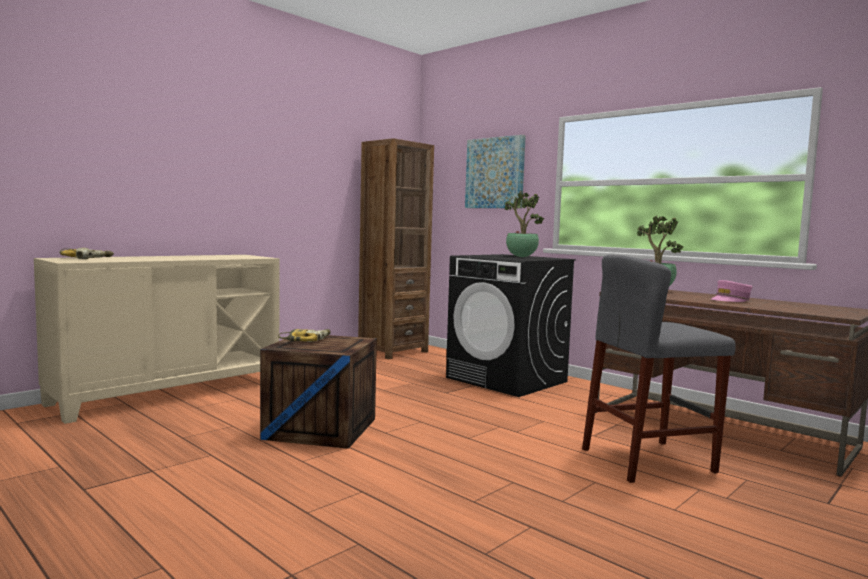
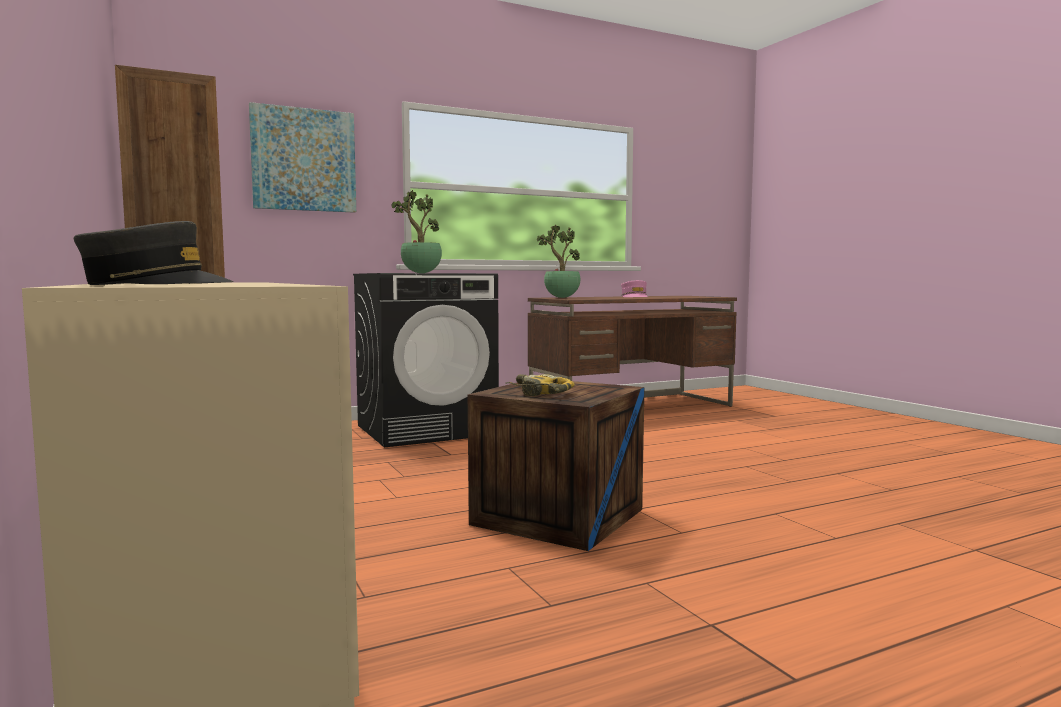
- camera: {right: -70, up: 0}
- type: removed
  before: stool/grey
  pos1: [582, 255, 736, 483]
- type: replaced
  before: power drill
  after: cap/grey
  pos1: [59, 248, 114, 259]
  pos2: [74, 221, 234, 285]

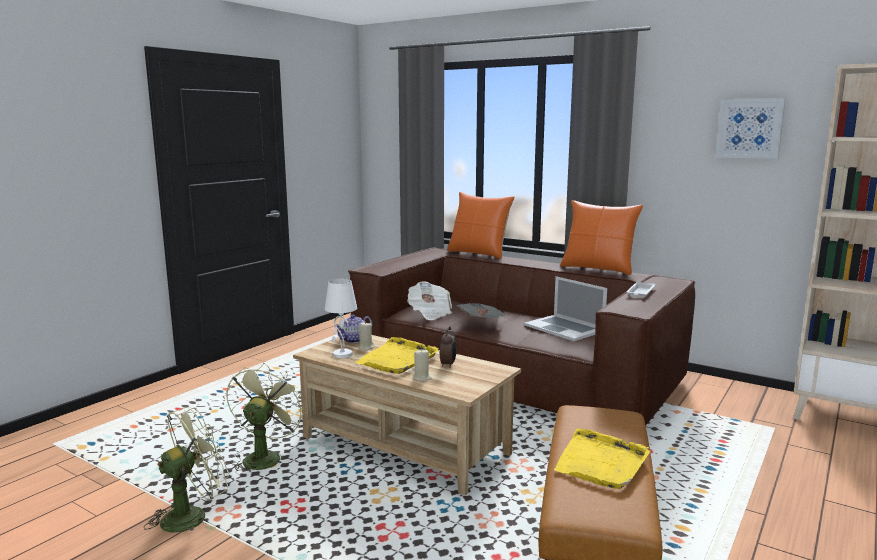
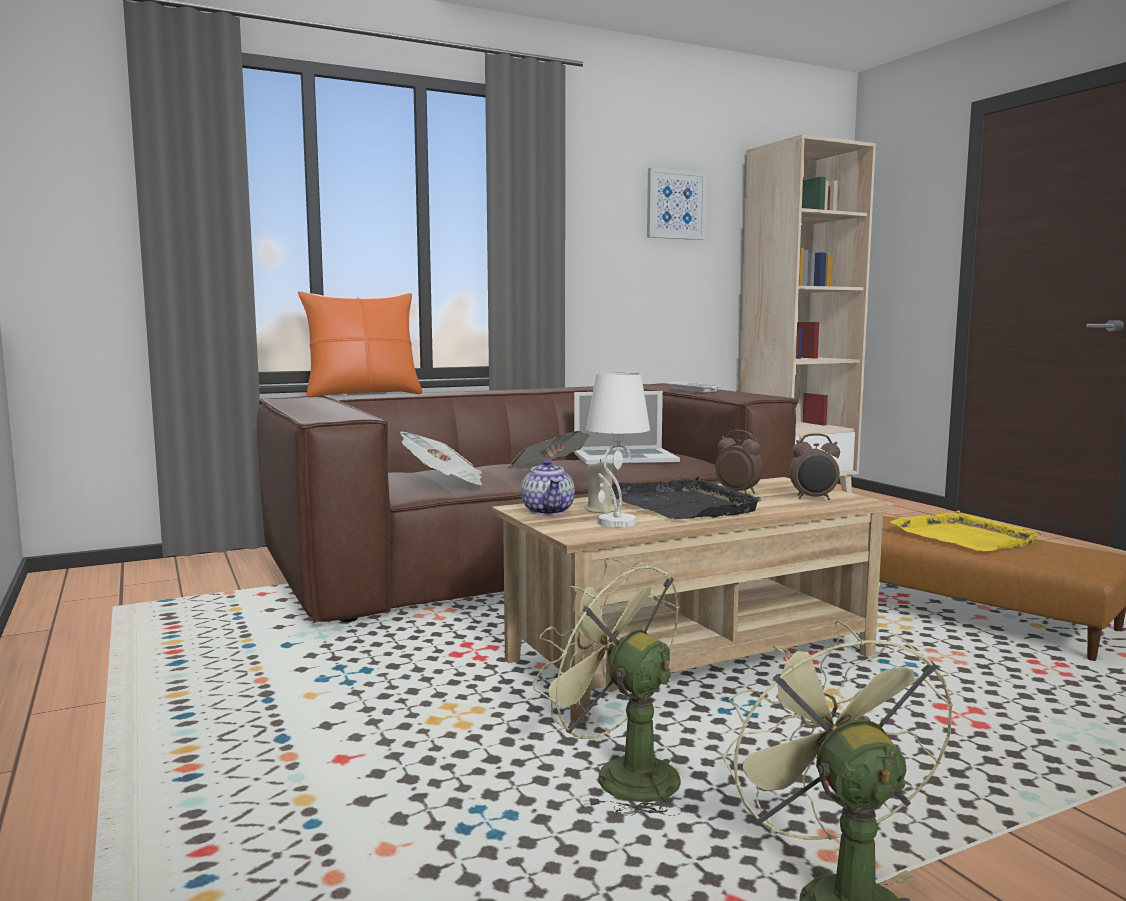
- camera: {right: -60, up: -5}
- type: removed
  before: candle/beige
  pos1: [413, 349, 432, 381]
- type: removed
  before: pillow/orange
  pos1: [560, 200, 643, 275]
- type: added
  after: alarm clock
  pos2: [789, 434, 840, 500]
- type: recoloured
  before: tray/yellow
  after: tray/black
  pos1: [355, 337, 439, 374]
  pos2: [612, 477, 761, 519]

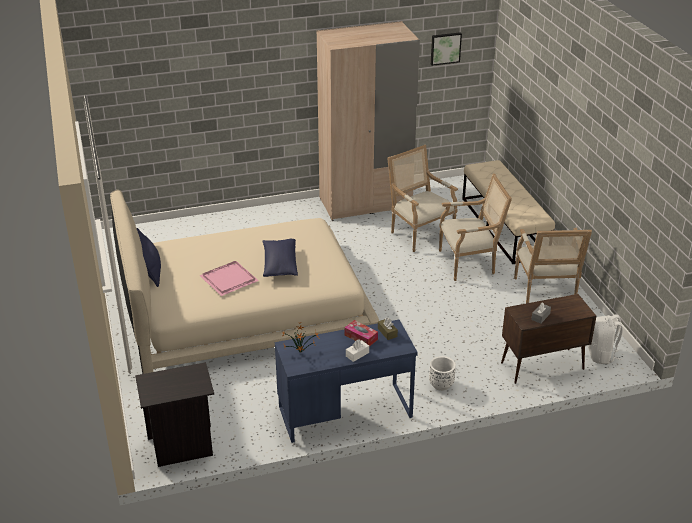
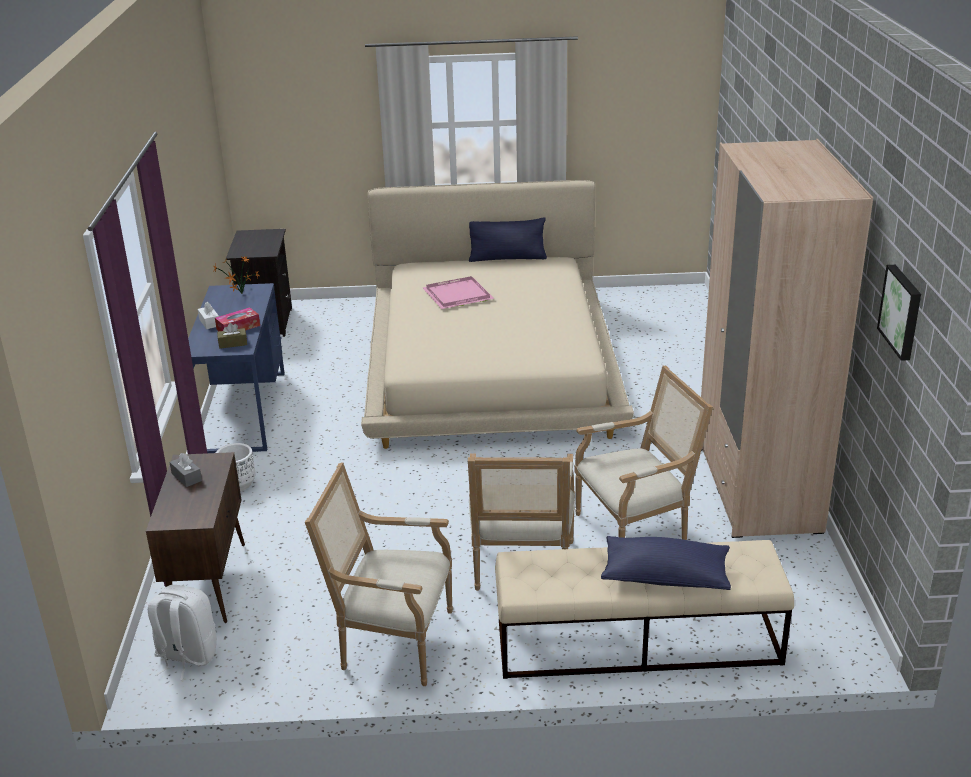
- camera: {right: 105, up: -5}
- type: moved
  before: pillow/blue
  pos1: [263, 239, 298, 277]
  pos2: [601, 536, 731, 590]

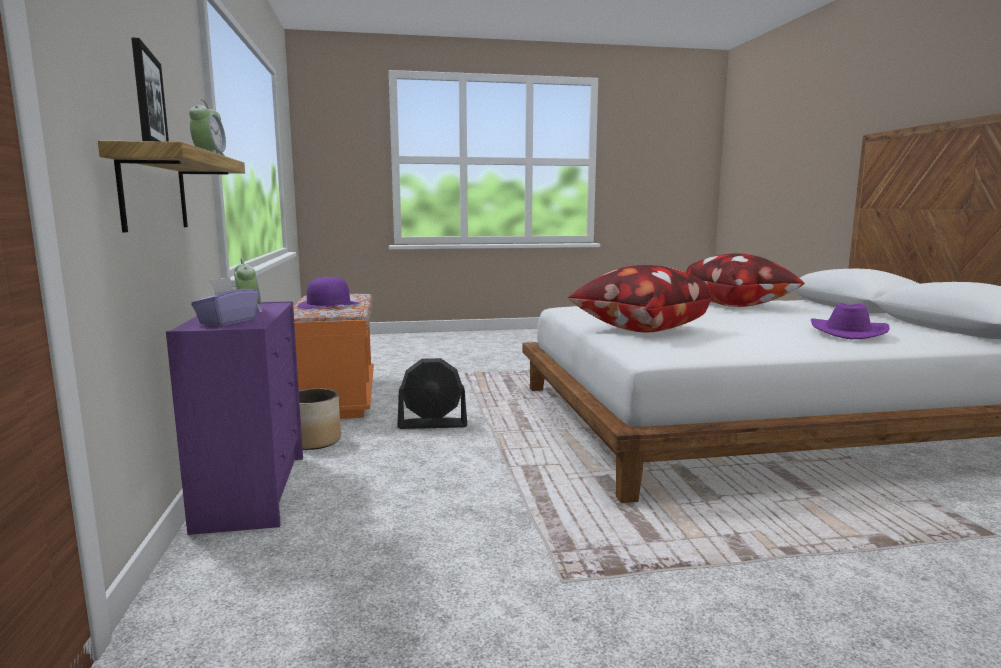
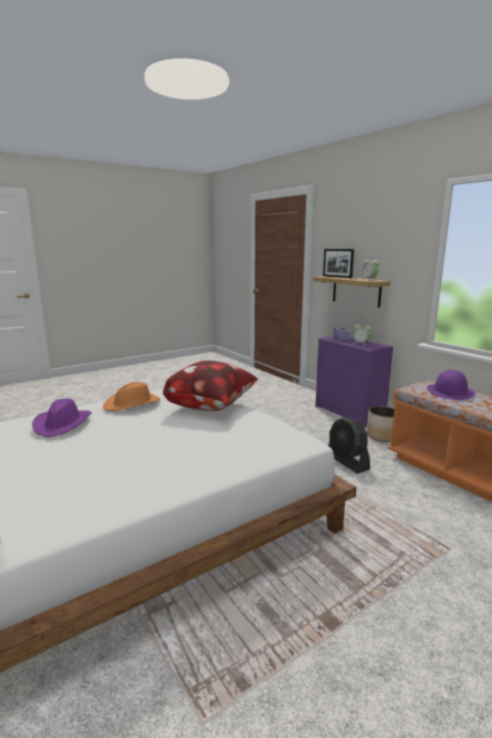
- camera: {right: 155, up: 5}
- type: removed
  before: pillow
  pos1: [686, 253, 804, 307]
- type: added
  after: hat/orange
  pos2: [103, 382, 160, 411]
- type: turned
  before: fan/black
  pos1: [397, 358, 467, 429]
  pos2: [328, 417, 370, 474]
  turn: -90

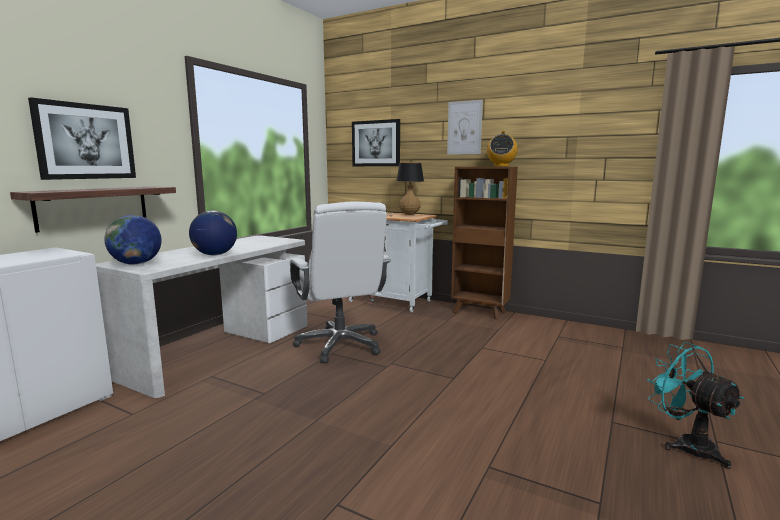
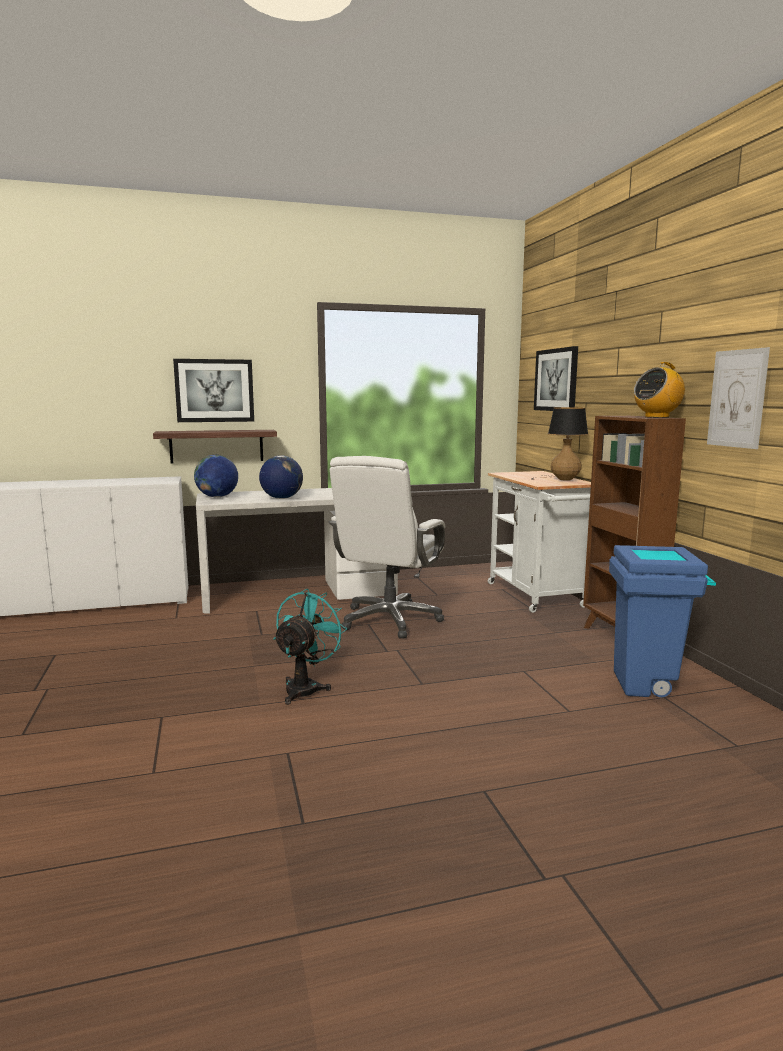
- camera: {right: 45, up: 0}
- type: added
  after: trash can/blue
  pos2: [609, 545, 716, 697]
- type: moved
  before: picture
  pos1: [447, 100, 483, 155]
  pos2: [707, 347, 770, 449]
- type: moved
  before: fan/turquoise
  pos1: [647, 342, 744, 469]
  pos2: [273, 589, 347, 705]

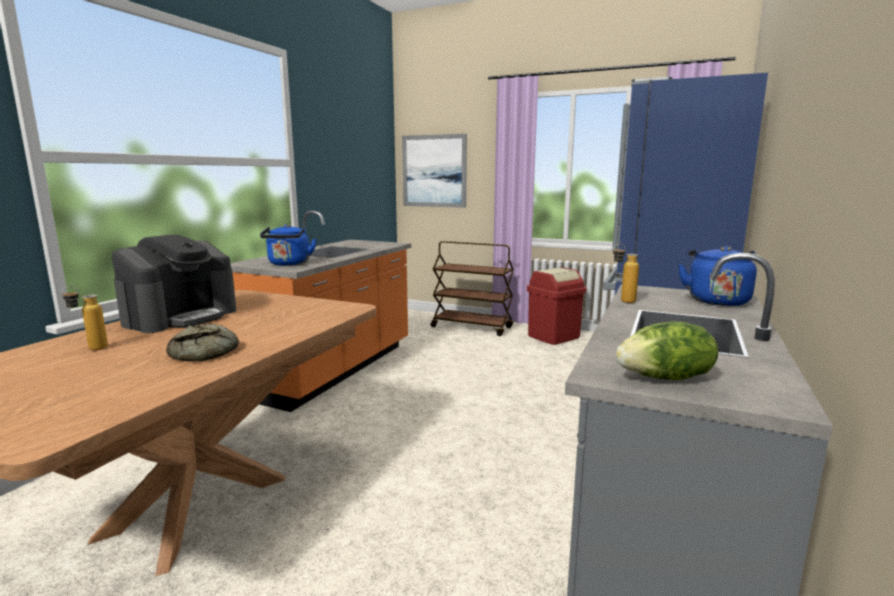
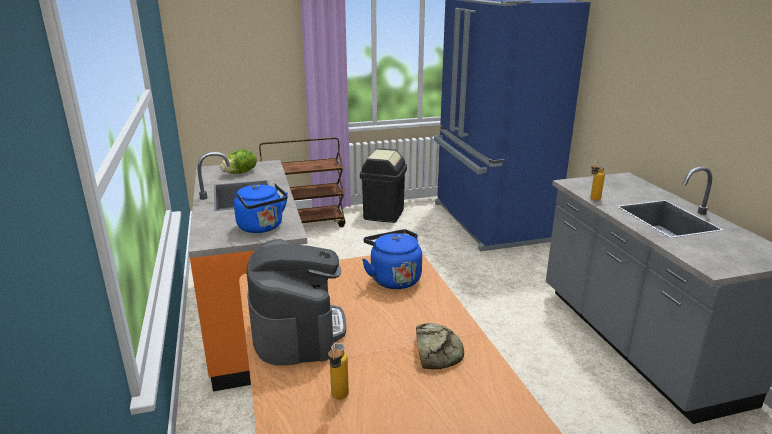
- camera: {right: -40, up: 10}
- type: removed
  before: picture
  pos1: [402, 134, 467, 208]
- type: moved
  before: lettuce
  pos1: [616, 321, 718, 380]
  pos2: [220, 150, 257, 174]
- type: moved
  before: kettle/blue
  pos1: [678, 246, 757, 306]
  pos2: [362, 229, 422, 289]
- type: recoloured
  before: trash can/red
  after: trash can/black
  pos1: [527, 267, 586, 345]
  pos2: [360, 148, 407, 223]

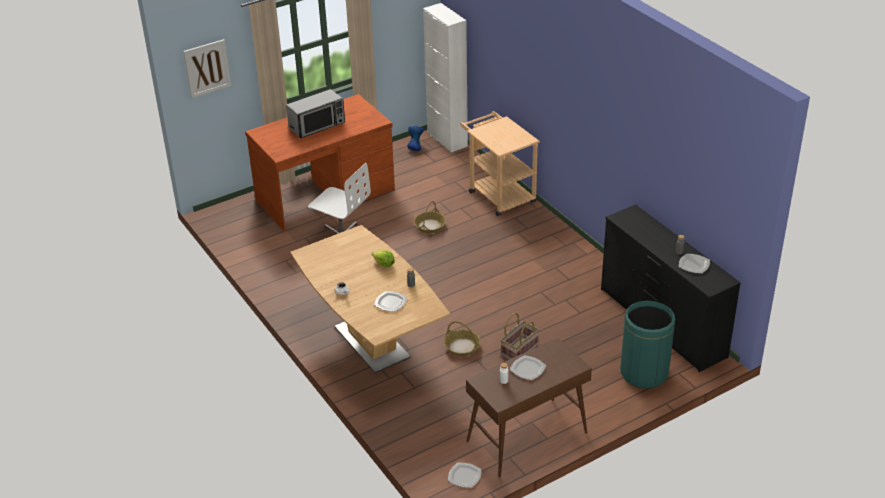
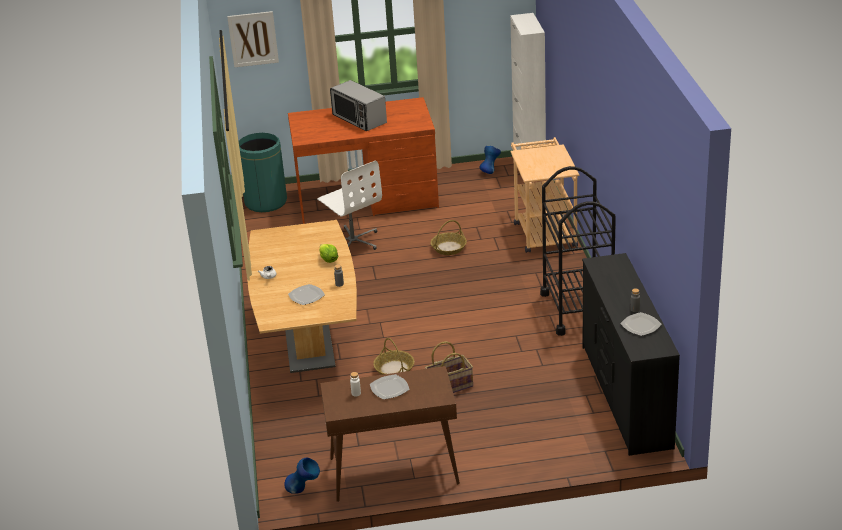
- camera: {right: 25, up: -5}
- type: added
  after: cart/black
  pos2: [540, 166, 616, 336]
- type: moved
  before: trash can/green
  pos1: [620, 301, 675, 389]
  pos2: [239, 133, 287, 212]
- type: replaced
  before: plate
  after: vase/blue
  pos1: [448, 462, 482, 488]
  pos2: [284, 458, 320, 494]
- type: turned
  before: microwave
  pos1: [286, 89, 345, 138]
  pos2: [330, 80, 387, 131]
  turn: 60

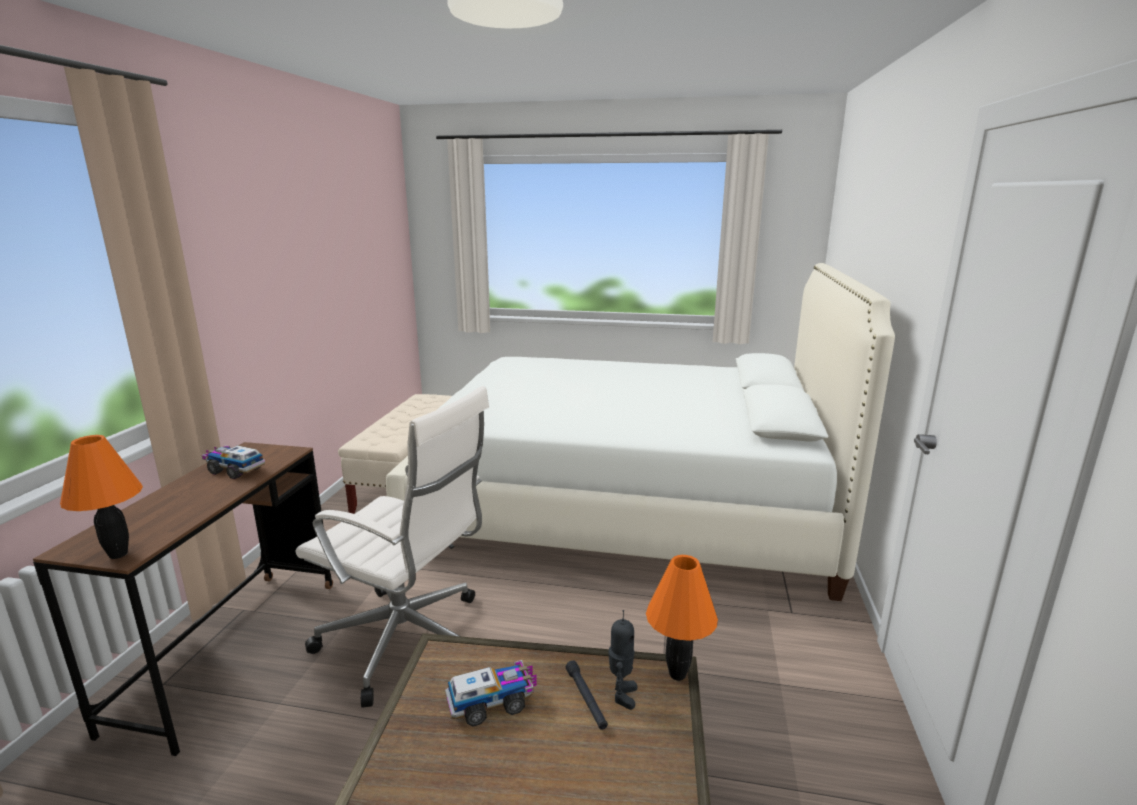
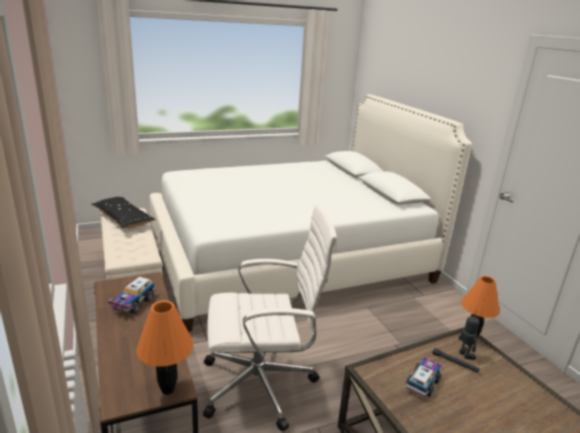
- camera: {right: -35, up: 5}
- type: added
  after: pillow/black
  pos2: [91, 197, 156, 228]
- type: turned
  before: toy truck
  pos1: [202, 445, 265, 479]
  pos2: [108, 277, 156, 314]
  turn: -60

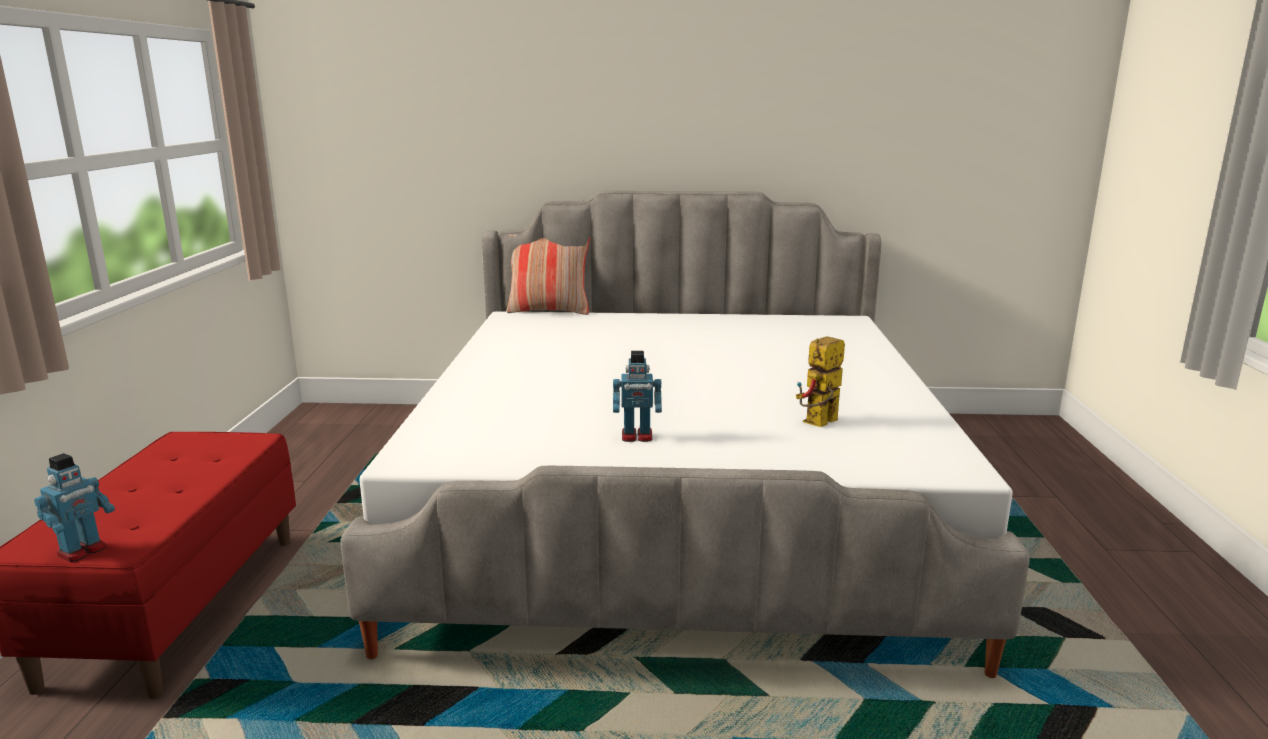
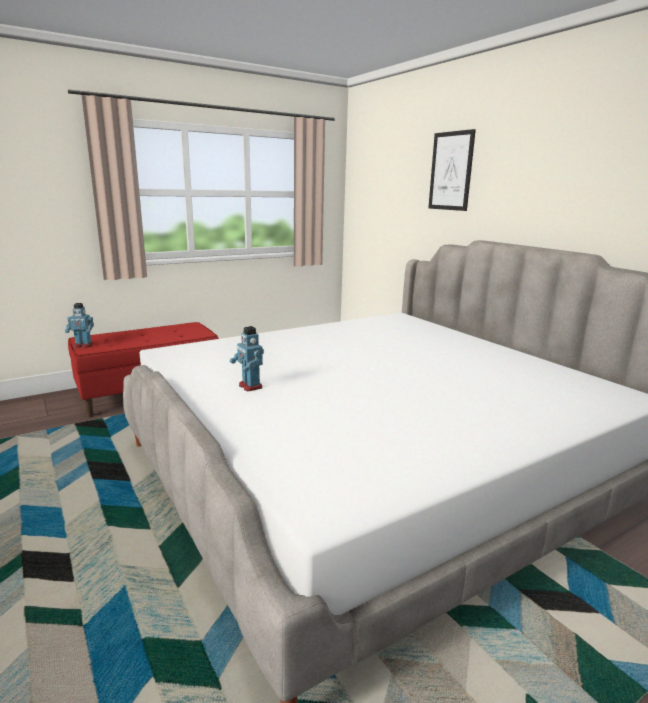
- camera: {right: 55, up: 0}
- type: removed
  before: pillow
  pos1: [506, 234, 590, 315]
- type: removed
  before: toy robot
  pos1: [796, 336, 845, 427]
- type: added
  after: picture
  pos2: [428, 129, 476, 211]

